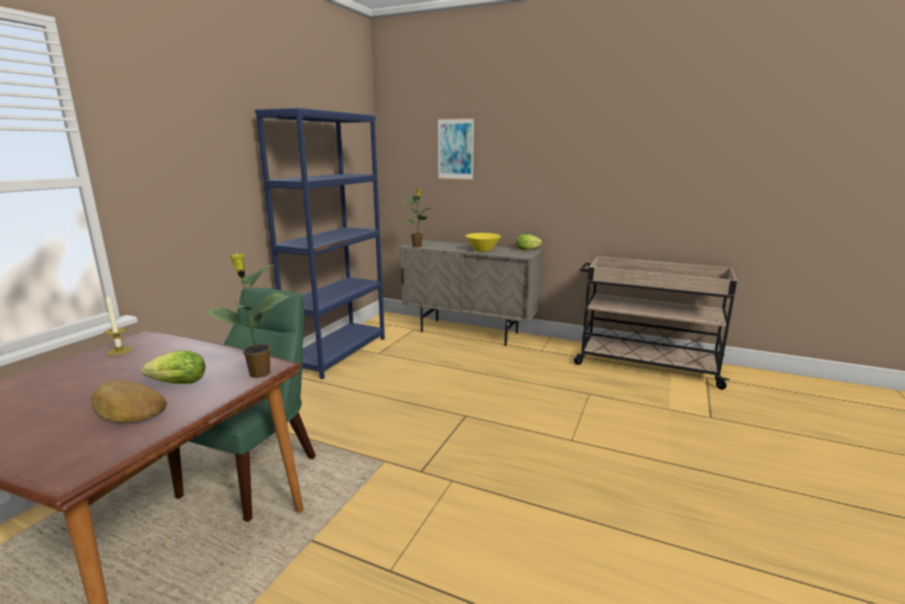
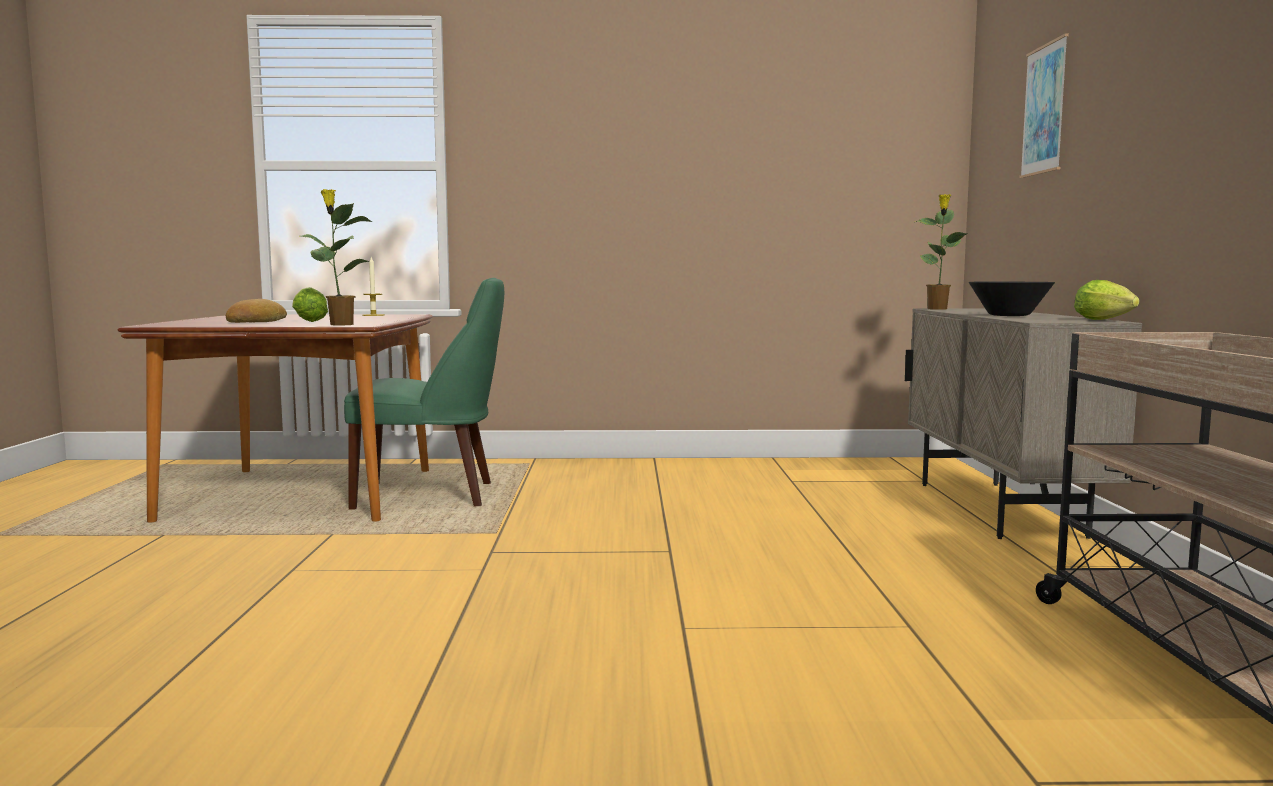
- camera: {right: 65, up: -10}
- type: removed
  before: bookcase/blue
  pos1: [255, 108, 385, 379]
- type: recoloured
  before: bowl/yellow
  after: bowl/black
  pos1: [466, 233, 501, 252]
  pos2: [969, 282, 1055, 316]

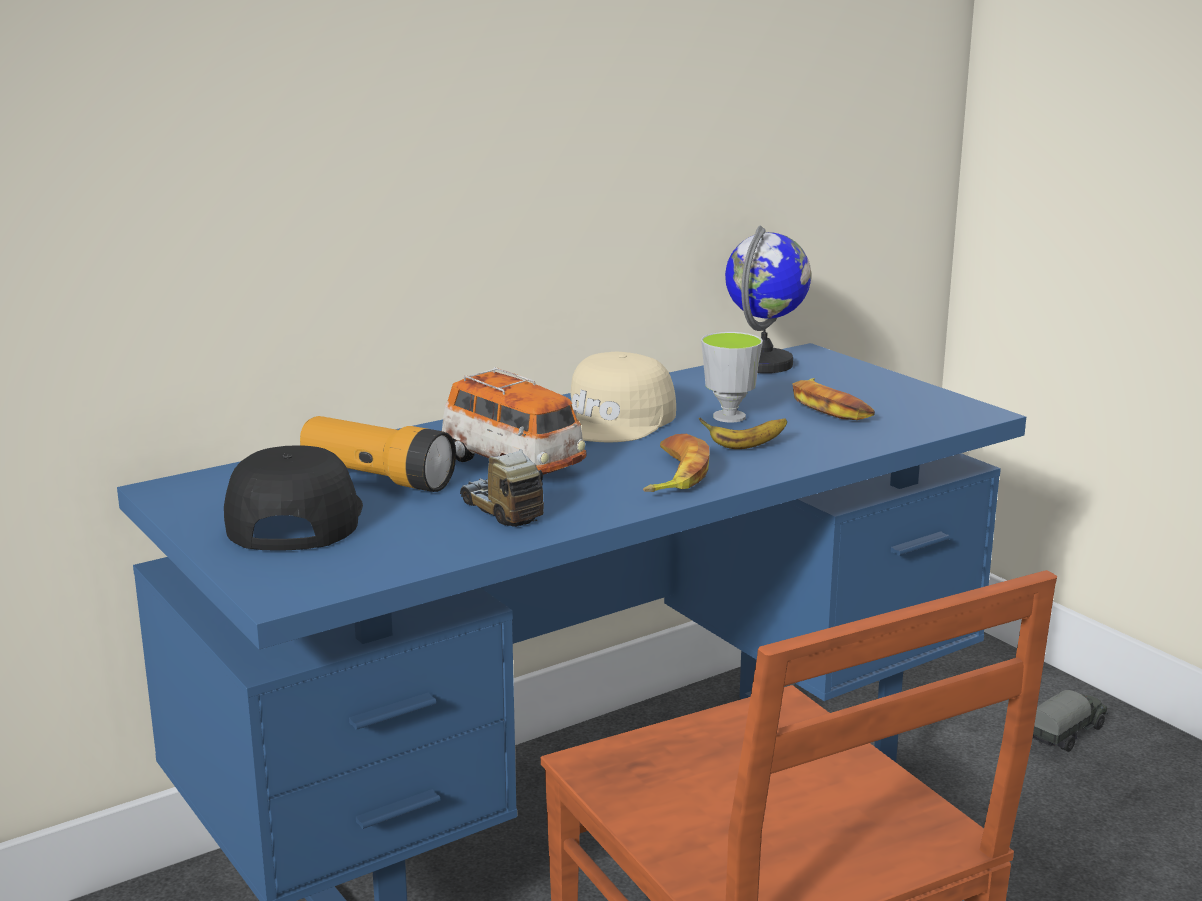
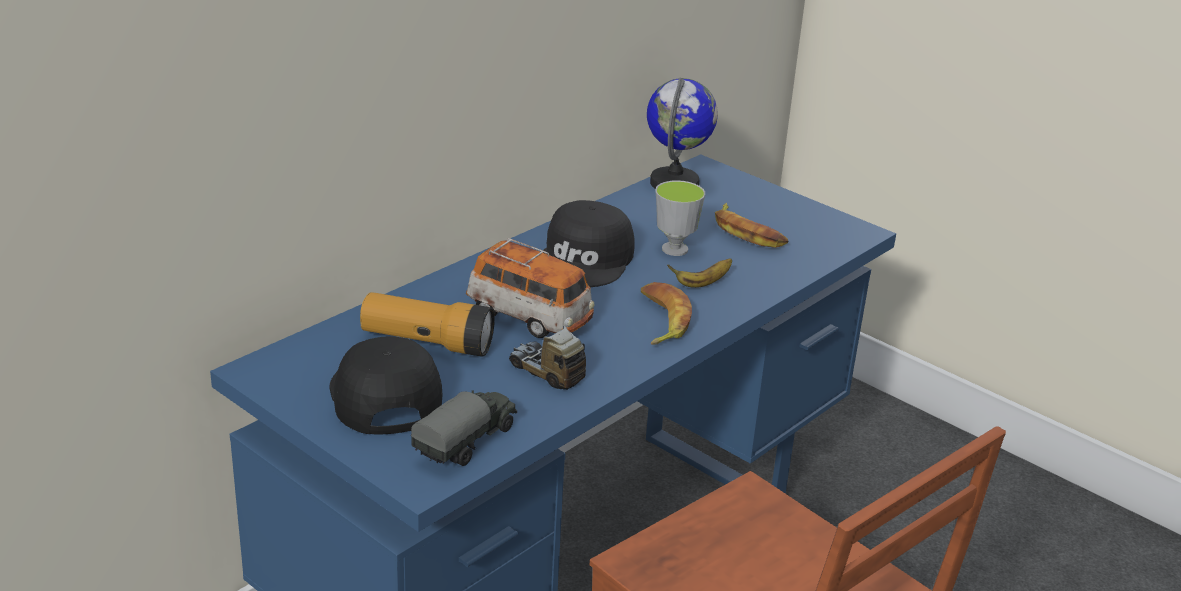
- camera: {right: -15, up: 10}
- type: moved
  before: toy truck
  pos1: [1033, 690, 1108, 752]
  pos2: [411, 390, 517, 466]
- type: recoloured
  before: cap/beige
  after: cap/black
  pos1: [570, 352, 676, 442]
  pos2: [543, 200, 635, 287]

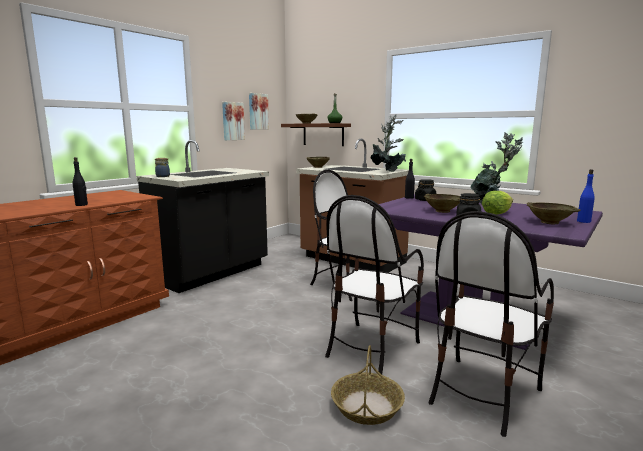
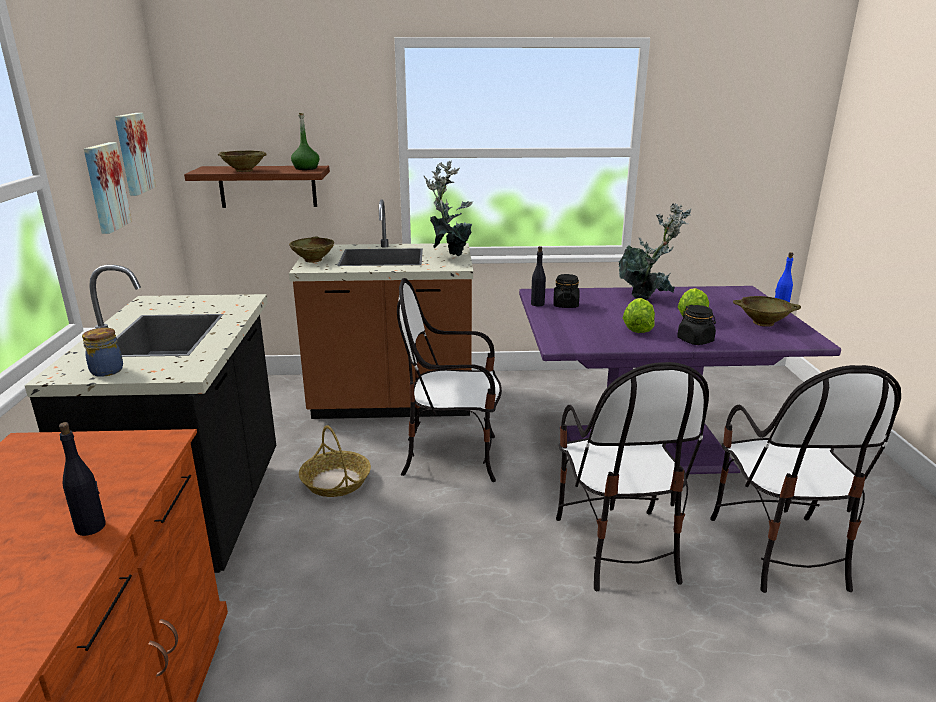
- camera: {right: -40, up: 10}
- type: moved
  before: basket
  pos1: [331, 345, 405, 425]
  pos2: [299, 425, 371, 497]
- type: replaced
  before: bowl/beige
  after: lettuce
  pos1: [424, 194, 460, 213]
  pos2: [623, 298, 655, 333]

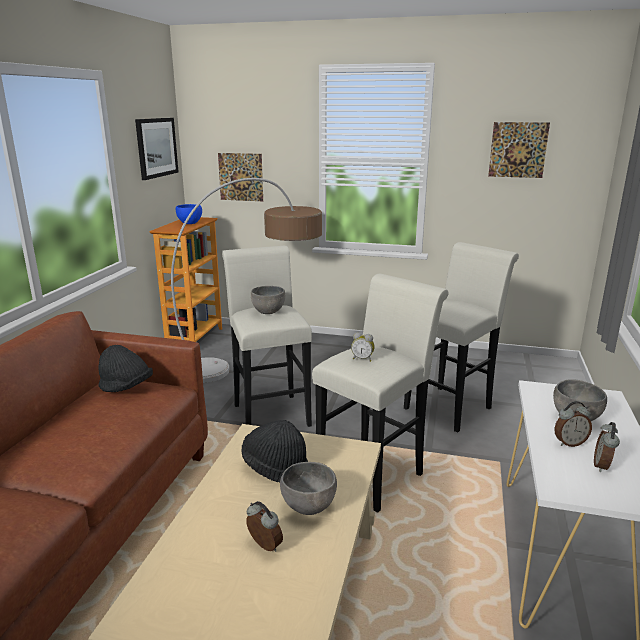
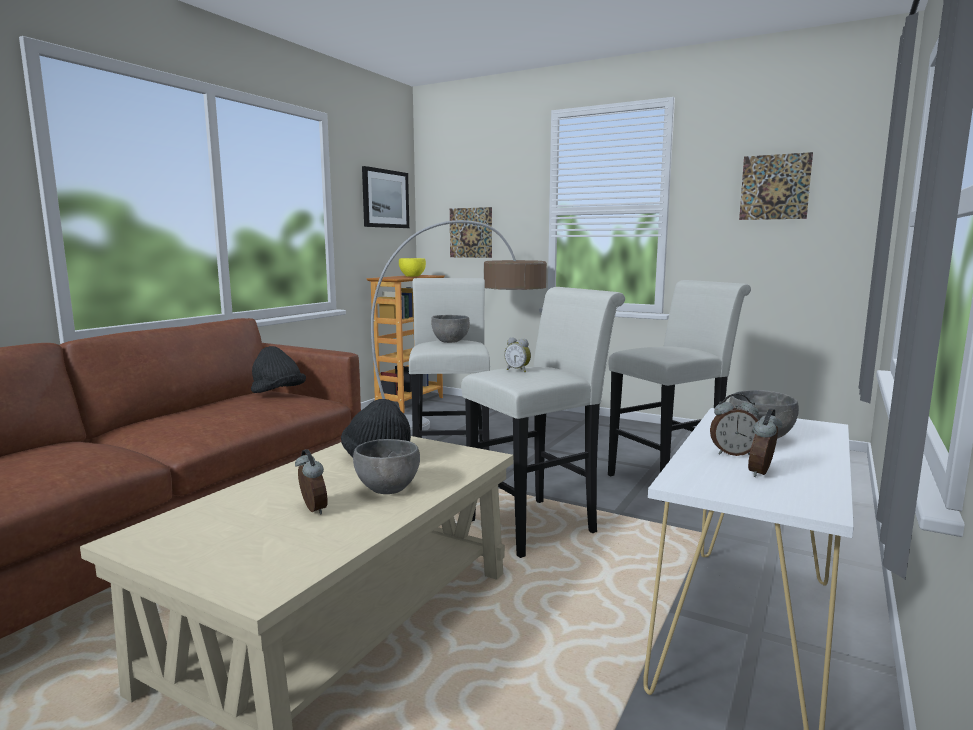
- camera: {right: 15, up: -10}
- type: recoloured
  before: bowl/blue
  after: bowl/yellow
  pos1: [176, 204, 202, 224]
  pos2: [399, 258, 426, 277]

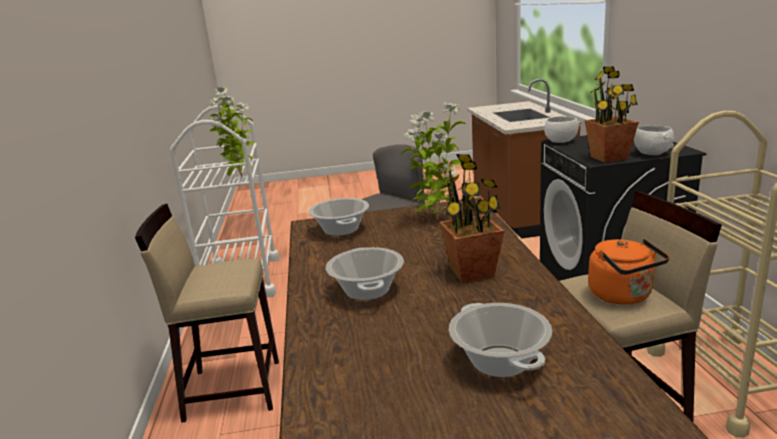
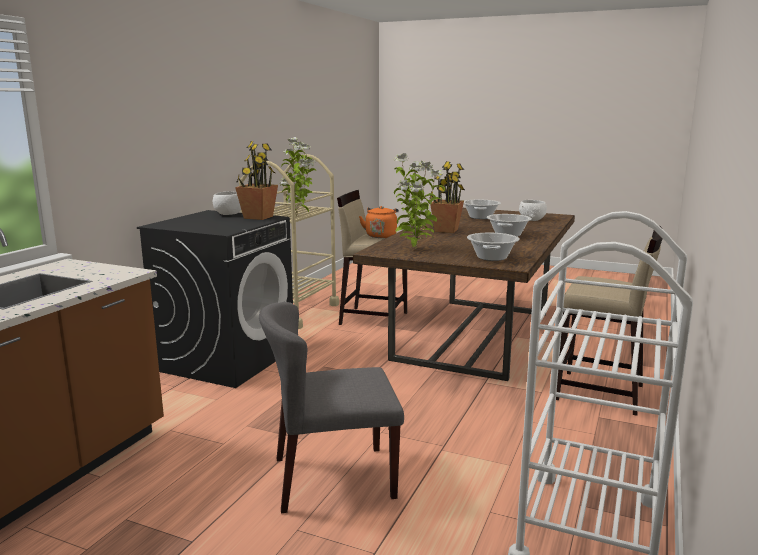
- camera: {right: -150, up: -5}
- type: moved
  before: potted plant
  pos1: [210, 87, 254, 177]
  pos2: [280, 137, 317, 217]
- type: moved
  before: bowl/white
  pos1: [544, 116, 579, 143]
  pos2: [519, 200, 547, 221]

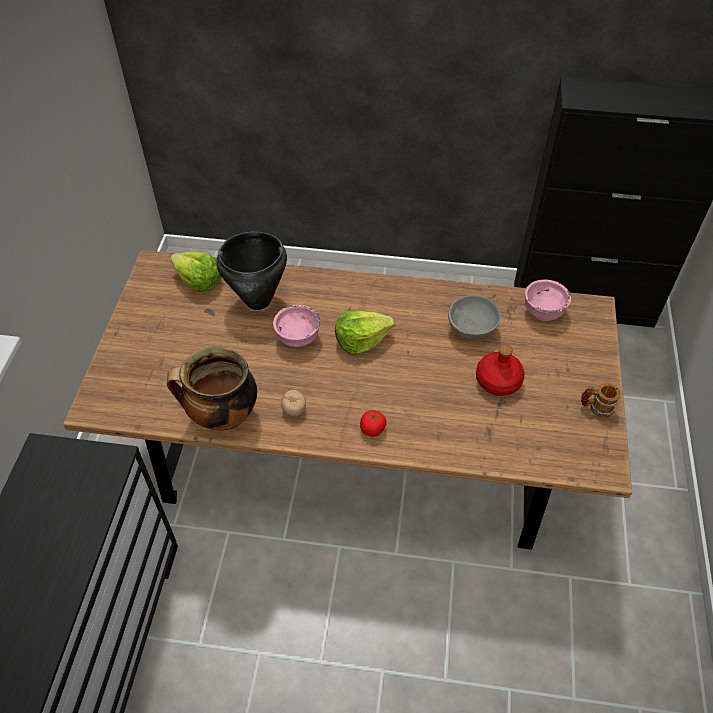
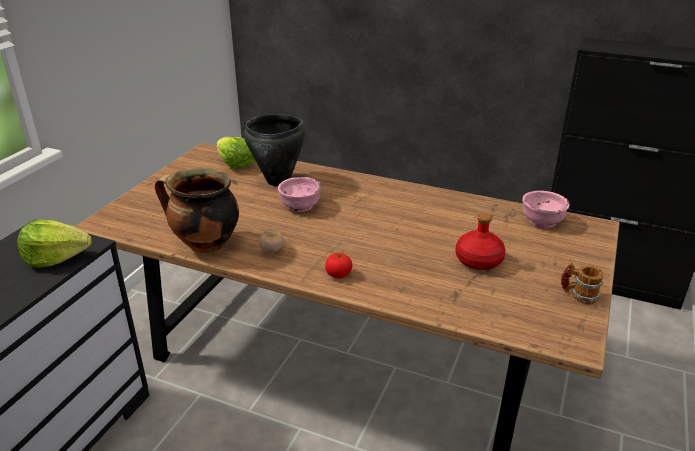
- camera: {right: 15, up: -20}
- type: removed
  before: bowl/grey
  pos1: [448, 295, 501, 339]
- type: moved
  before: lettuce
  pos1: [335, 310, 394, 355]
  pos2: [17, 220, 92, 268]

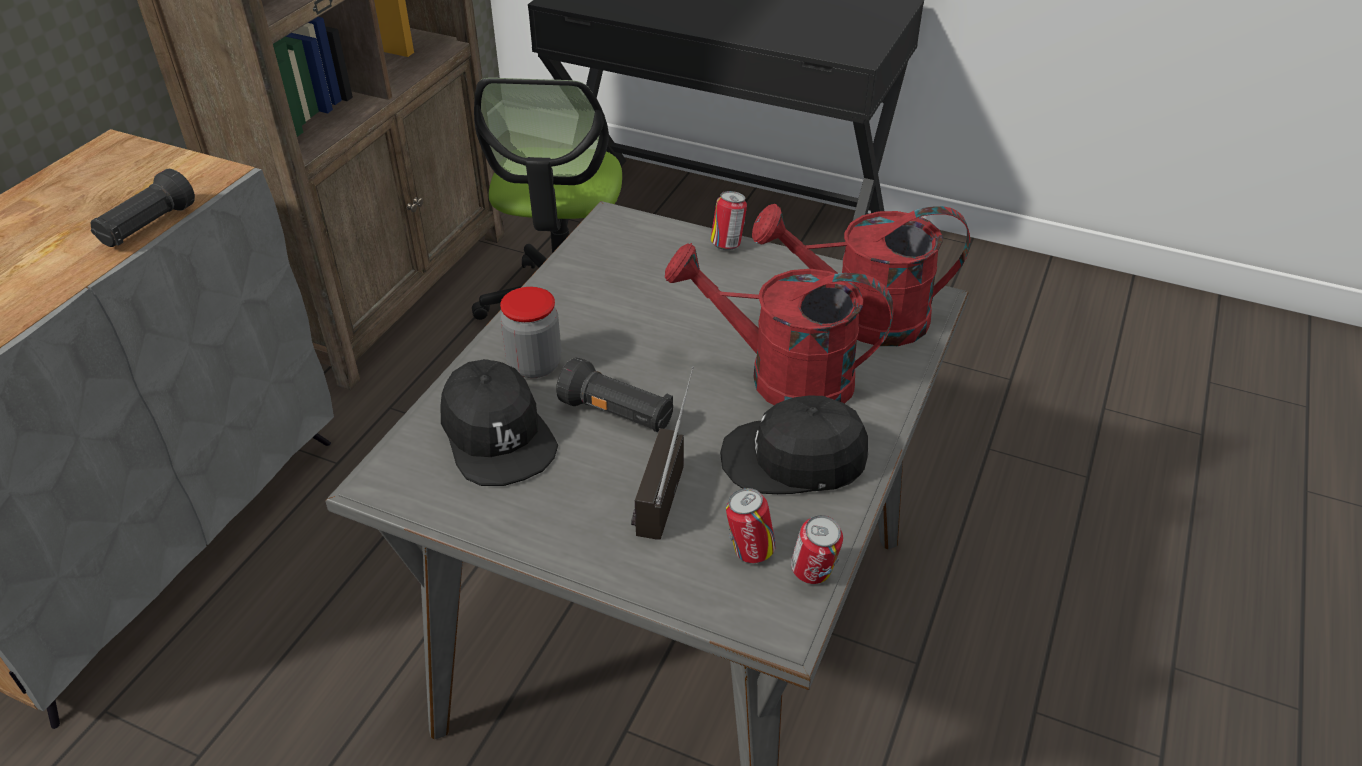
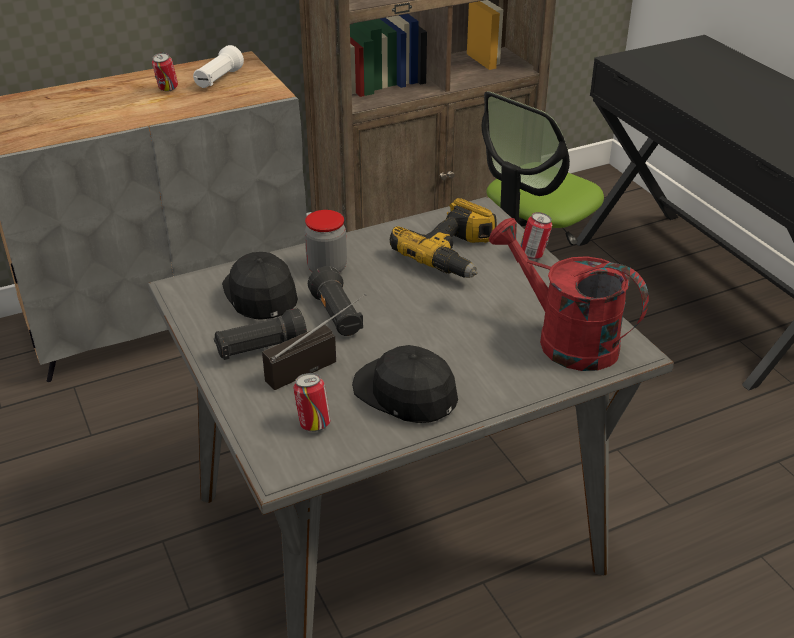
- camera: {right: 40, up: -5}
- type: removed
  before: watering can/red
  pos1: [665, 243, 894, 405]
- type: added
  after: flashlight/white
  pos2: [193, 45, 244, 88]
- type: added
  after: power drill
  pos2: [390, 198, 497, 278]
- type: moved
  before: flashlight/black
  pos1: [90, 169, 195, 247]
  pos2: [214, 308, 307, 360]
- type: moved
  before: can
  pos1: [791, 515, 843, 584]
  pos2: [152, 53, 178, 92]
- type: turned
  before: cap/black
  pos1: [440, 359, 558, 486]
  pos2: [222, 252, 298, 320]
  turn: 150

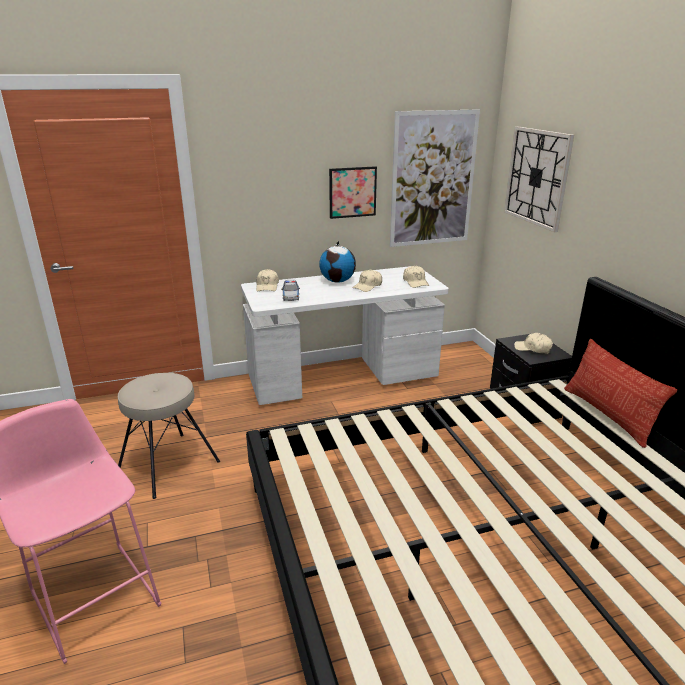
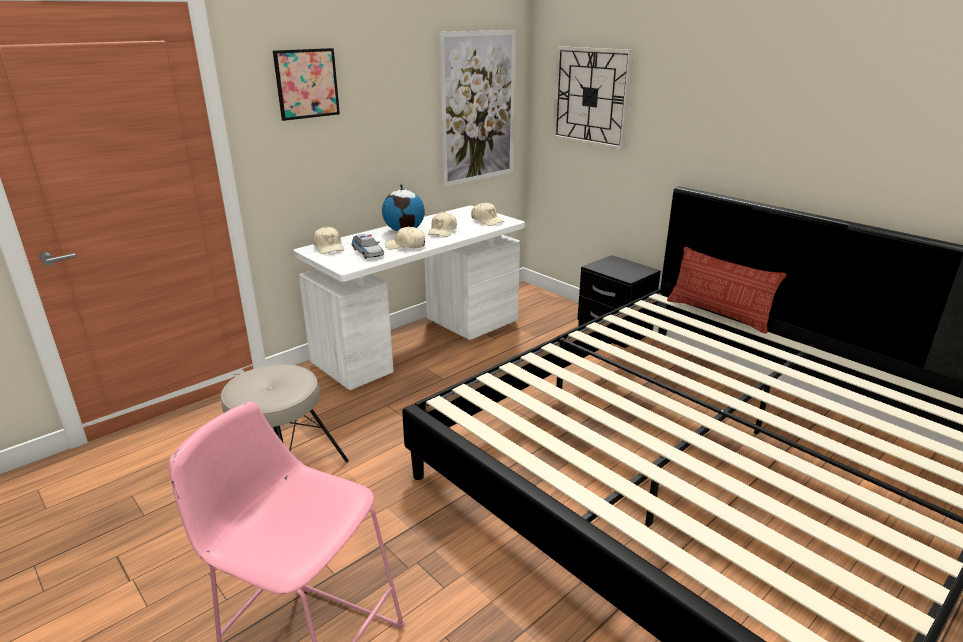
- camera: {right: -25, up: 0}
- type: moved
  before: picture
  pos1: [329, 166, 377, 219]
  pos2: [273, 48, 340, 121]
- type: moved
  before: cap/beige
  pos1: [514, 333, 553, 354]
  pos2: [385, 227, 425, 249]

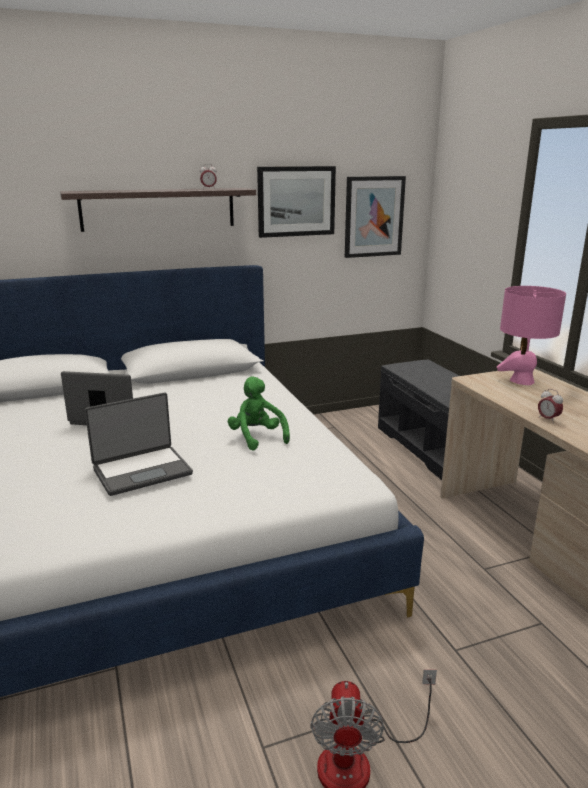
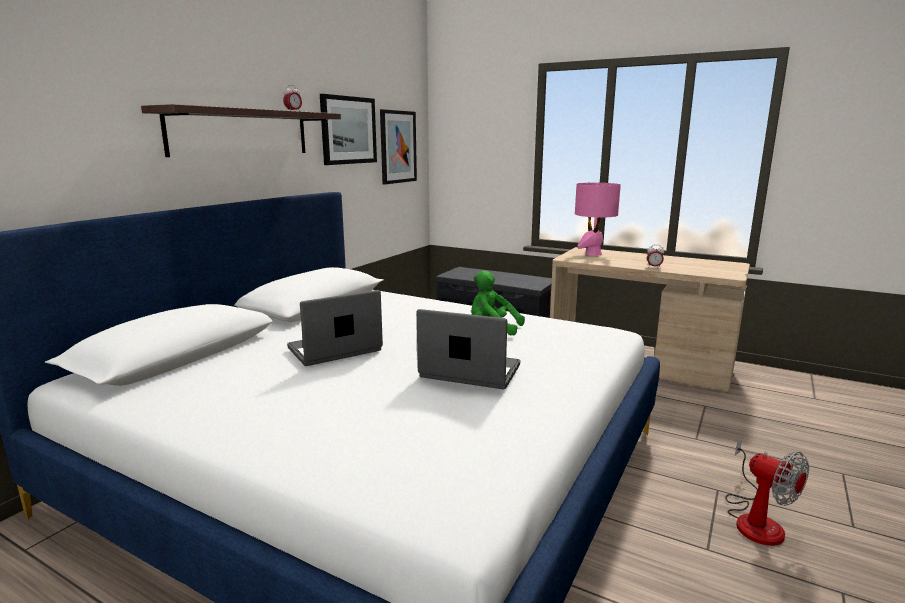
- camera: {right: -40, up: -5}
- type: turned
  before: laptop
  pos1: [85, 392, 193, 496]
  pos2: [417, 309, 520, 389]
  turn: -90

